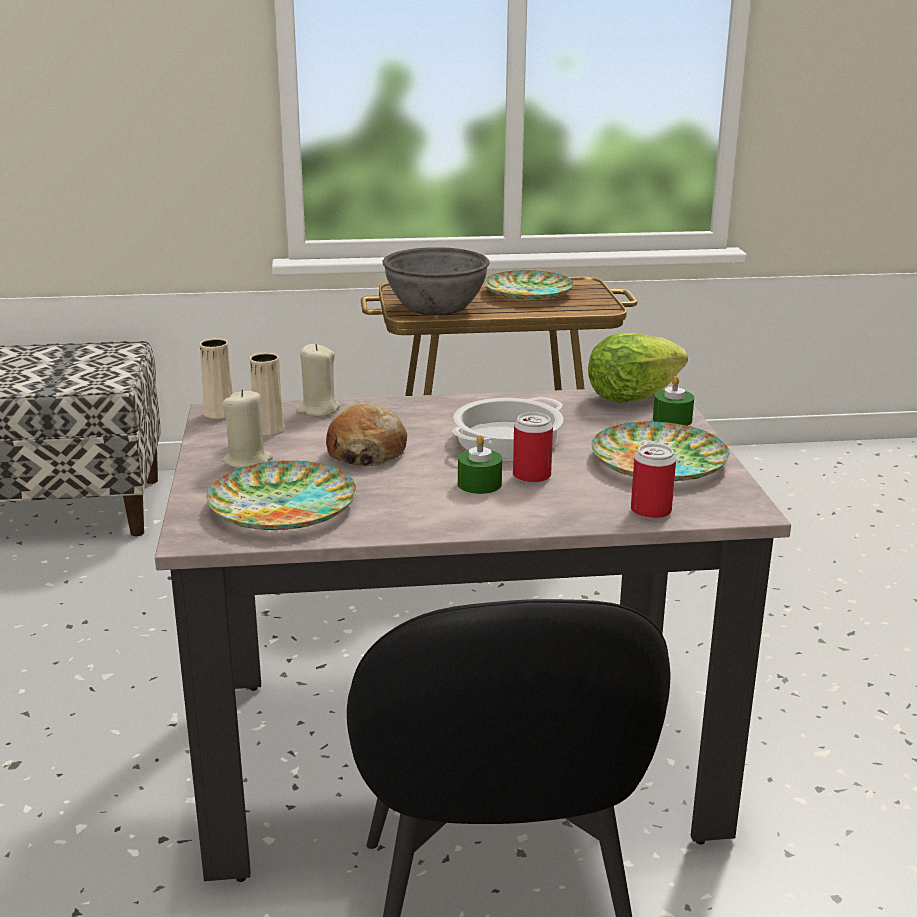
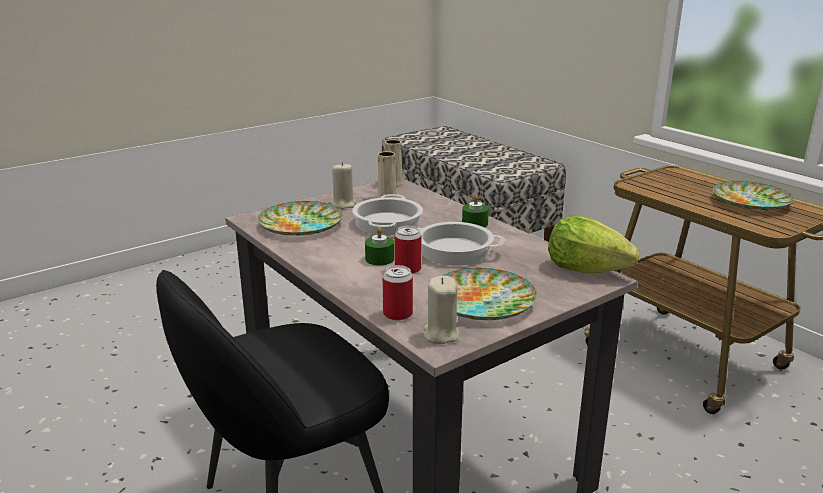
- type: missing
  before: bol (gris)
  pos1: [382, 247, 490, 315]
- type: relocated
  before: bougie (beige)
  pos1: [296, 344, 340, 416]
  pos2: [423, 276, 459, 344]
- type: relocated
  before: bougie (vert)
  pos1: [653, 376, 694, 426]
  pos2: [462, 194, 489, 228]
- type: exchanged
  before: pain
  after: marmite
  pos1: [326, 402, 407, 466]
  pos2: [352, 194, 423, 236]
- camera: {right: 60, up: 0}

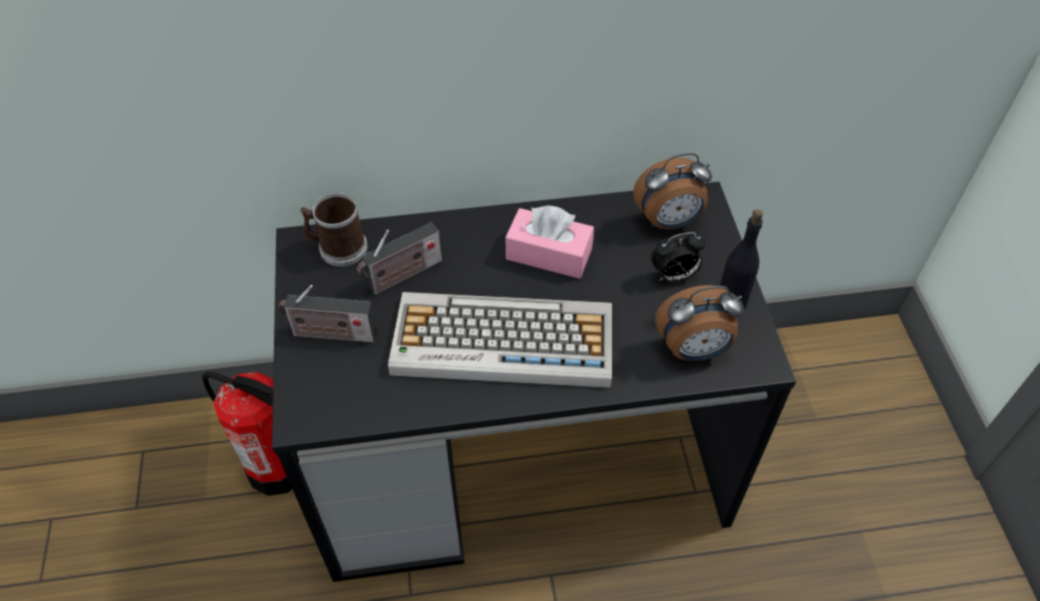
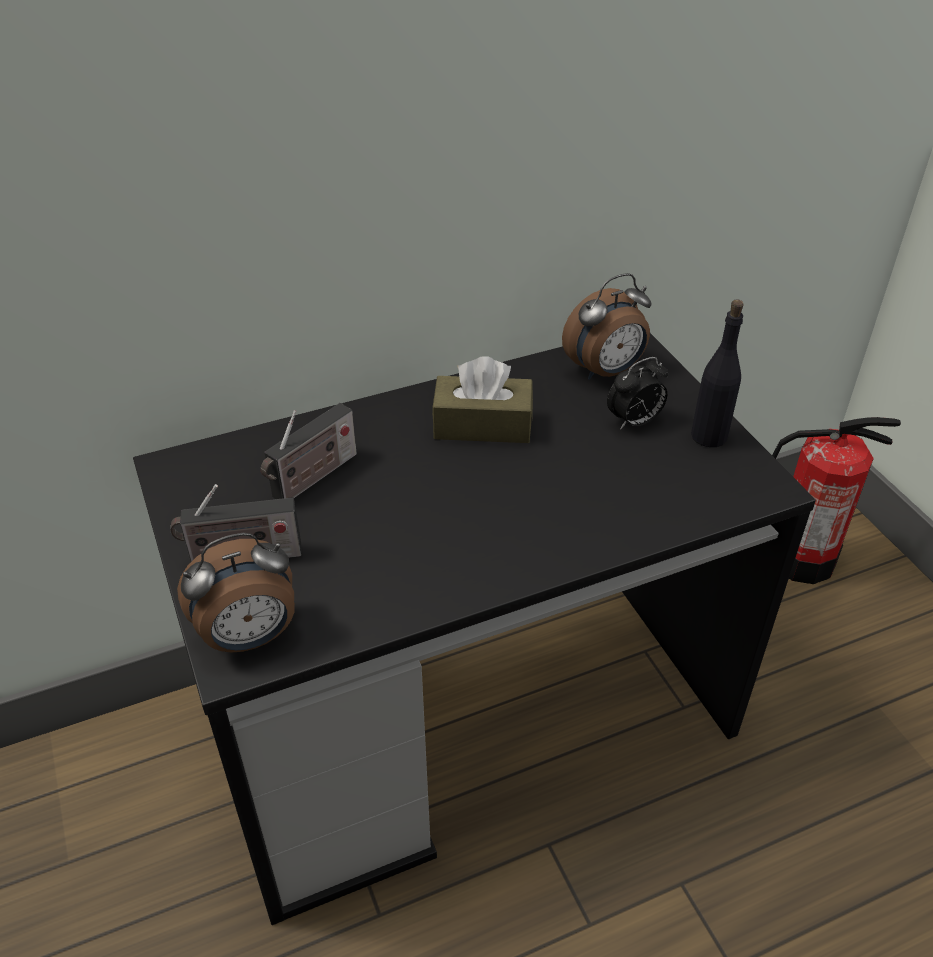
- type: missing
  before: mug
  pos1: [300, 193, 368, 267]
- type: colour
  before: boîte à mouchoirs (rose)
  after: boîte à mouchoirs (marron)
  pos1: [506, 205, 594, 279]
  pos2: [432, 356, 533, 443]
- type: relocated
  before: réveil
  pos1: [655, 285, 744, 361]
  pos2: [177, 533, 295, 652]
- type: missing
  before: clavier
  pos1: [388, 292, 612, 388]
- type: relocated
  before: extincteur
  pos1: [202, 372, 292, 496]
  pos2: [772, 417, 901, 584]
- camera: {right: -15, up: -10}

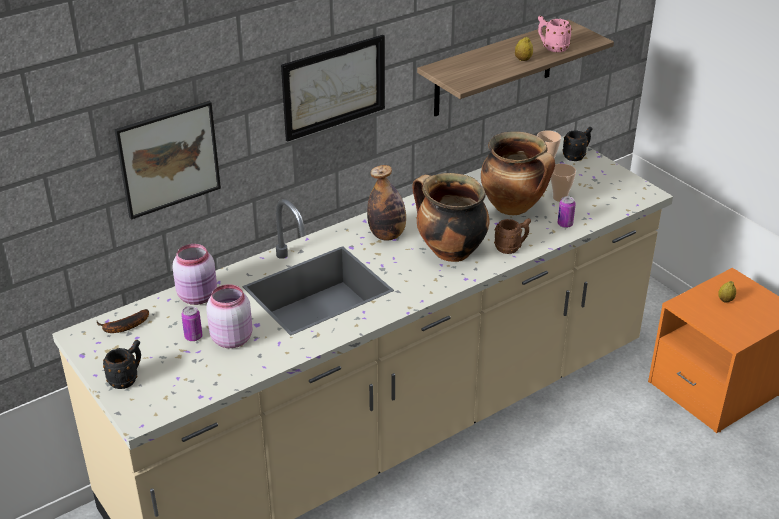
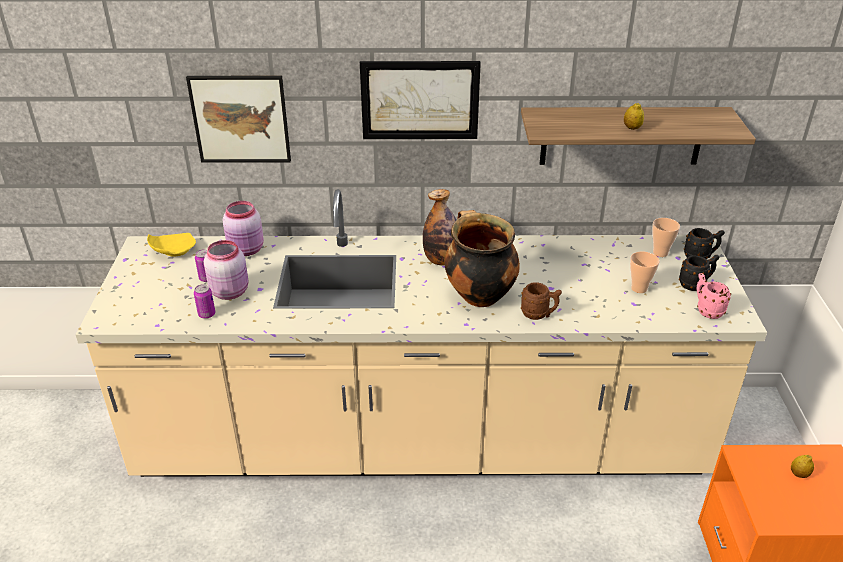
- type: relocated
  before: mug (rose)
  pos1: [538, 16, 572, 52]
  pos2: [697, 273, 731, 319]
- type: missing
  before: marmite
  pos1: [481, 131, 555, 215]
- type: relocated
  before: boîte métallique
  pos1: [558, 196, 576, 228]
  pos2: [194, 284, 215, 319]
- type: exchanged
  before: banane
  after: assiette (jaune)
  pos1: [97, 309, 149, 333]
  pos2: [147, 233, 196, 257]
- type: relocated
  before: mug (noir)
  pos1: [103, 340, 141, 389]
  pos2: [679, 255, 719, 291]
- camera: {right: 35, up: 0}

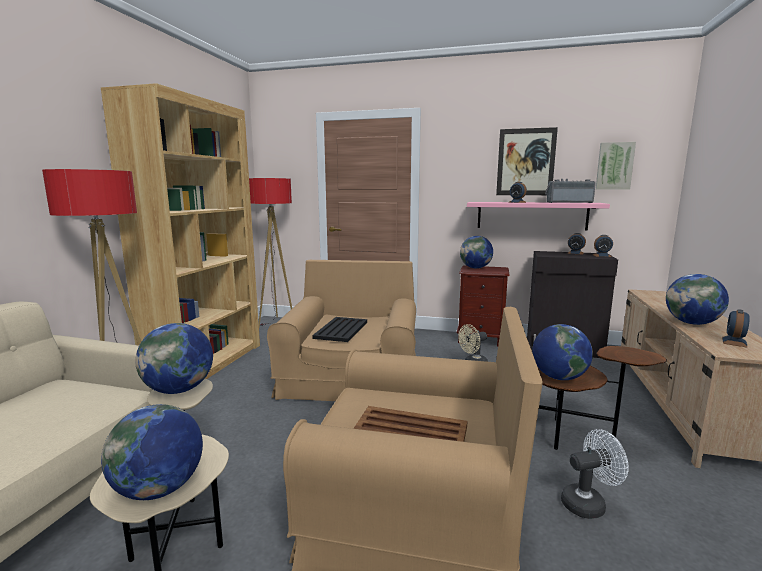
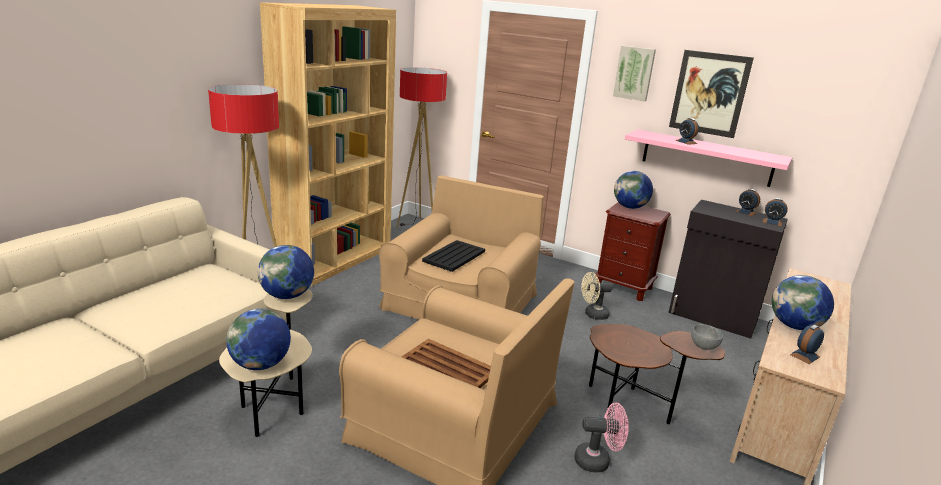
- type: relocated
  before: tableau
  pos1: [595, 142, 636, 190]
  pos2: [613, 46, 656, 101]
- type: missing
  before: radio
  pos1: [545, 179, 596, 203]
- type: missing
  before: globe
  pos1: [532, 324, 593, 380]
- type: colour
  before: ventilateur (blanc)
  after: ventilateur (rose)
  pos1: [561, 429, 629, 519]
  pos2: [574, 403, 629, 473]
- type: appeared
  after: bol (gris)
  pos2: [691, 324, 723, 350]
- camera: {right: 15, up: 10}

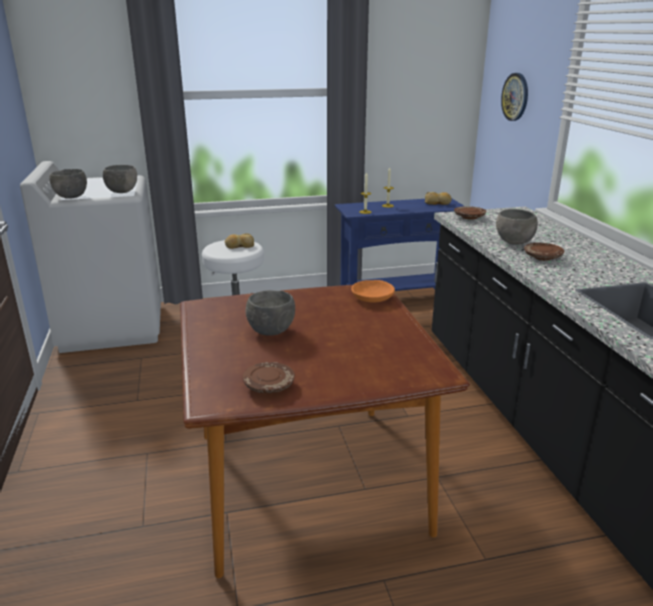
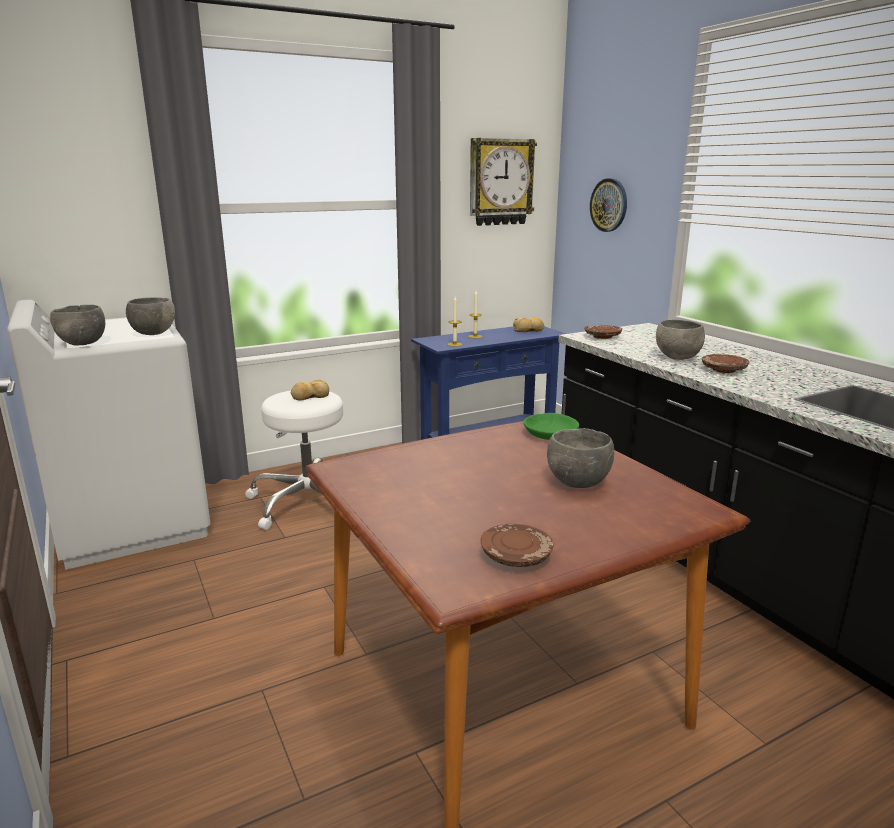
- type: colour
  before: bol (orange)
  after: bol (vert)
  pos1: [351, 280, 395, 303]
  pos2: [524, 413, 579, 440]
- type: relocated
  before: bol (gris)
  pos1: [246, 290, 295, 336]
  pos2: [547, 428, 614, 488]
- type: appeared
  after: horloge murale
  pos2: [470, 138, 537, 226]
- camera: {right: -15, up: -5}

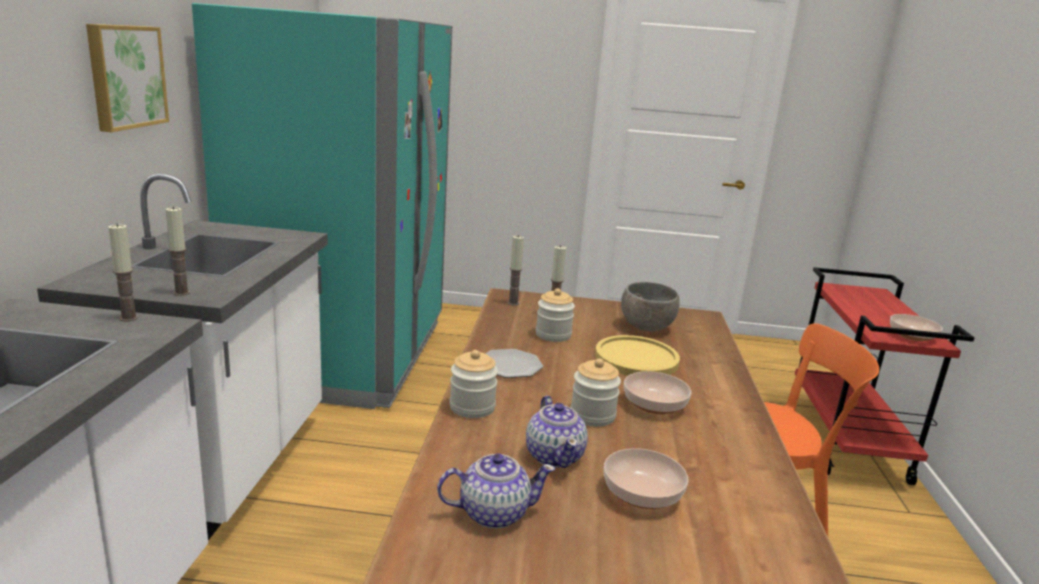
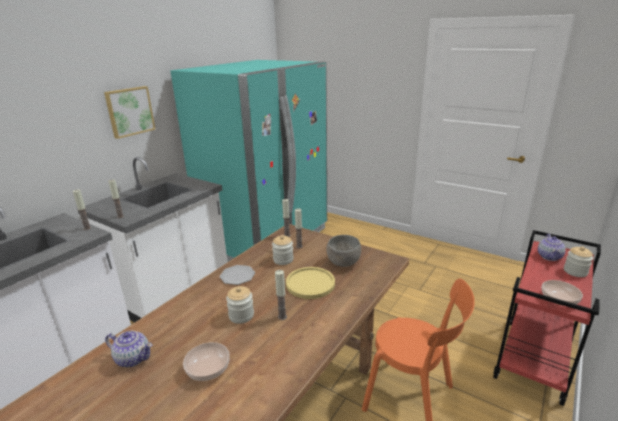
- type: relocated
  before: bocal
  pos1: [450, 350, 498, 418]
  pos2: [564, 247, 593, 277]
- type: exchanged
  before: bol
  after: bougie
  pos1: [624, 371, 691, 414]
  pos2: [275, 270, 287, 320]
- type: relocated
  before: théière
  pos1: [526, 396, 588, 468]
  pos2: [538, 234, 566, 261]
- camera: {right: 30, up: 5}

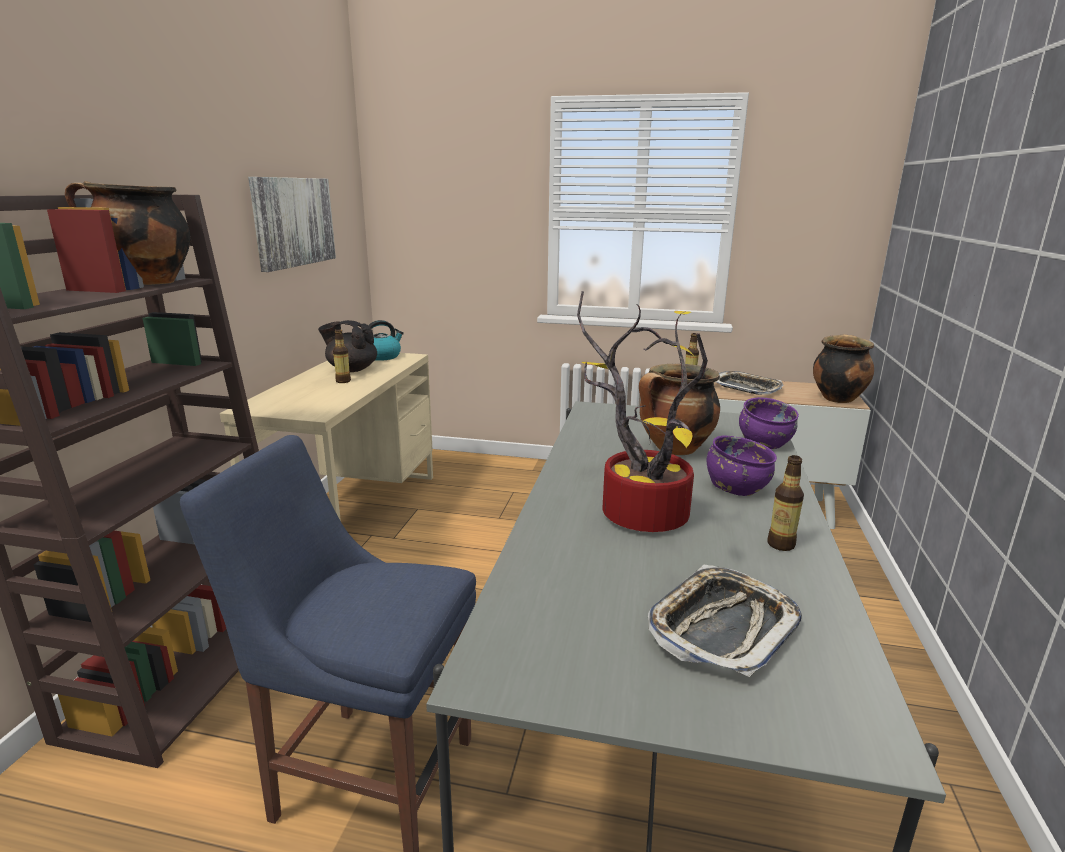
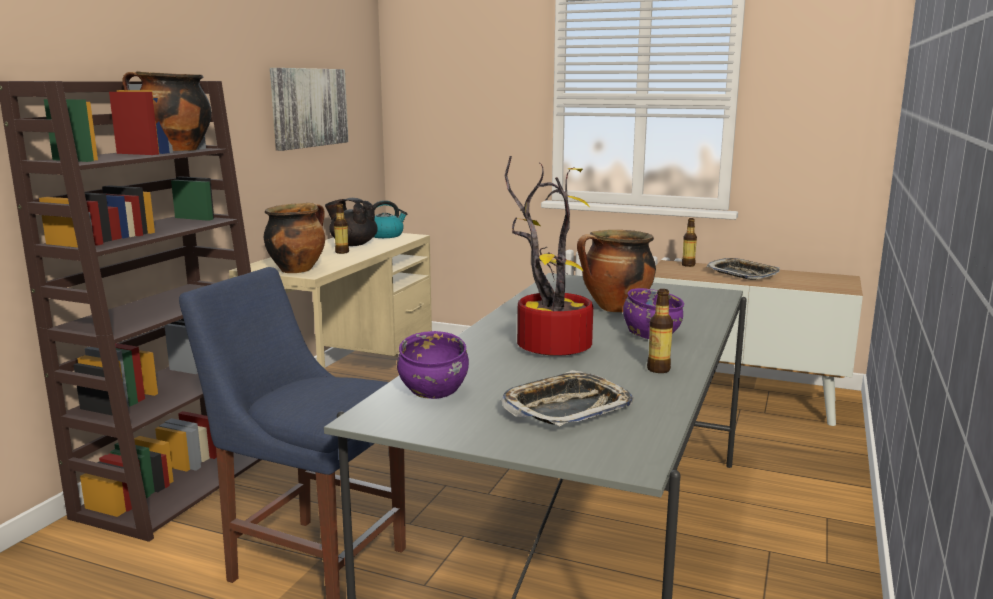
- type: relocated
  before: marmite
  pos1: [813, 334, 874, 403]
  pos2: [264, 203, 325, 273]
- type: relocated
  before: bol (violet)
  pos1: [739, 397, 799, 449]
  pos2: [397, 331, 469, 399]
- camera: {right: 10, up: -5}

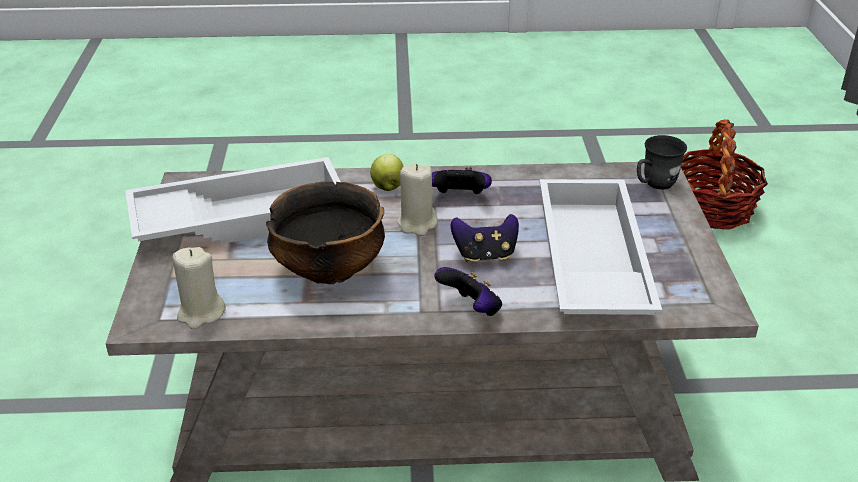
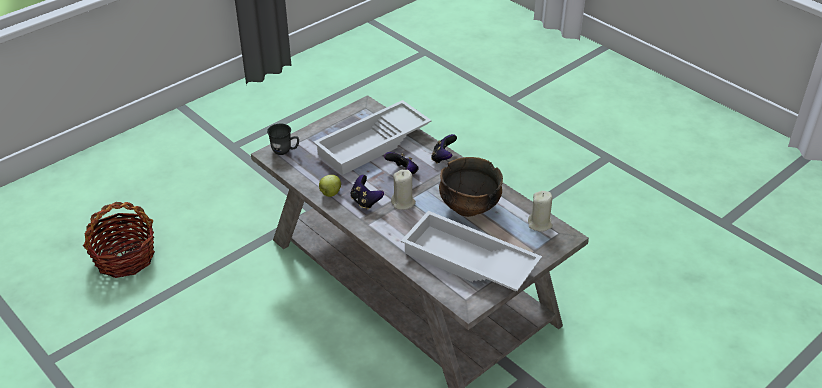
- type: relocated
  before: pomme
  pos1: [370, 154, 404, 191]
  pos2: [319, 175, 341, 197]
- camera: {right: -130, up: 5}

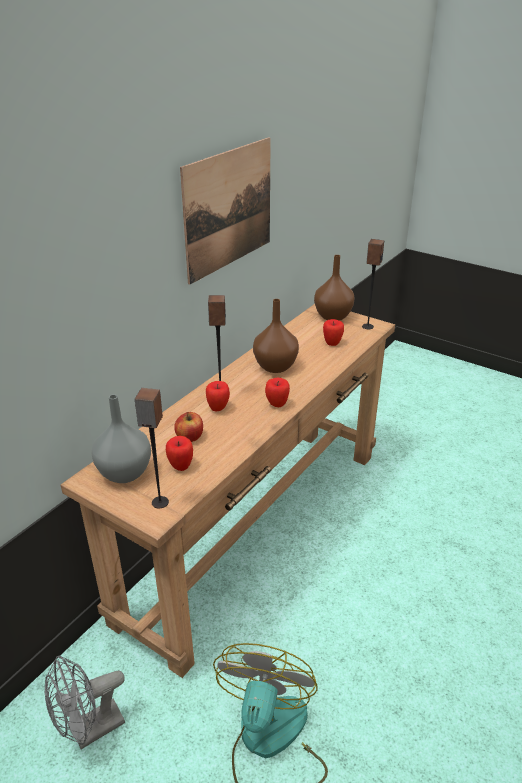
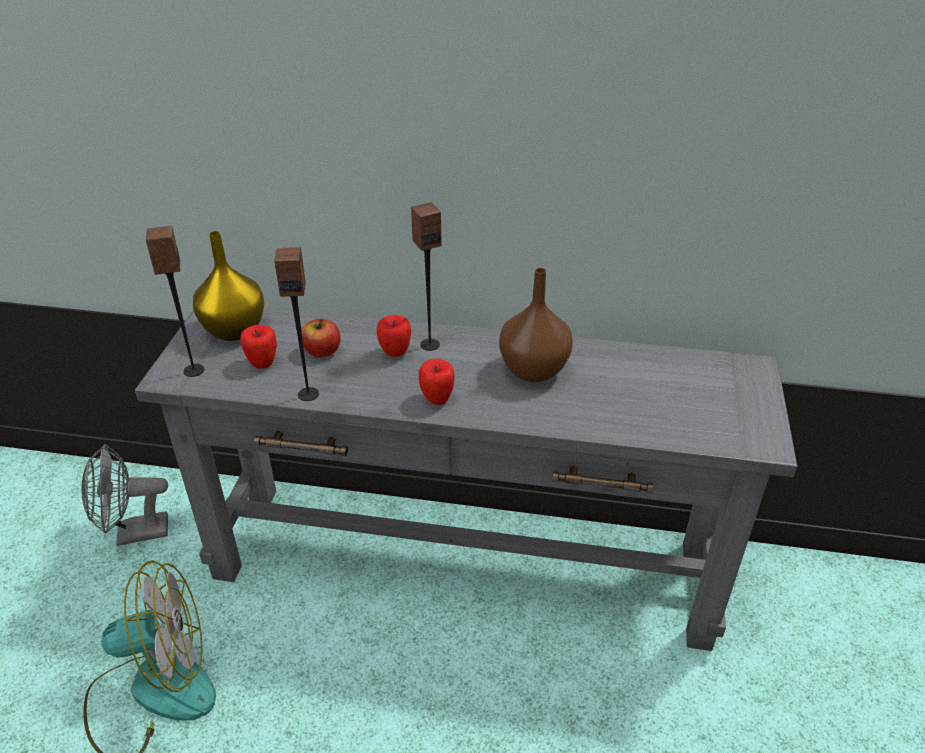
- type: missing
  before: tableau
  pos1: [180, 137, 271, 284]
- type: relocated
  before: enceinte
  pos1: [362, 239, 384, 329]
  pos2: [274, 247, 319, 401]
- type: missing
  before: vase (marron)
  pos1: [314, 255, 355, 321]
- type: colour
  before: table console (marron)
  after: table console (gris)
  pos1: [61, 304, 395, 678]
  pos2: [135, 306, 797, 651]
- type: missing
  before: pomme
  pos1: [323, 319, 344, 346]
- type: colour
  before: vase (gris)
  after: vase (jaune)
  pos1: [92, 394, 151, 483]
  pos2: [193, 231, 264, 341]
- type: spun
  before: ventilateur (gris)
  pos1: [45, 655, 125, 749]
  pos2: [81, 444, 168, 546]
  turn: -45
- camera: {right: 65, up: 5}

